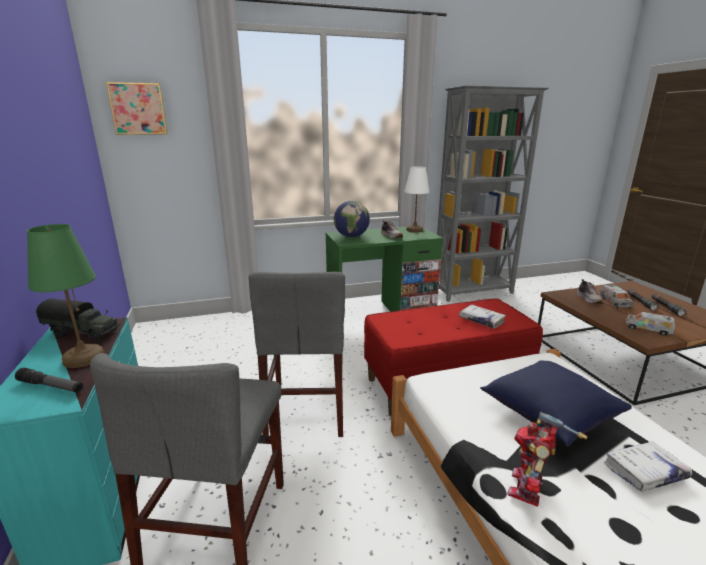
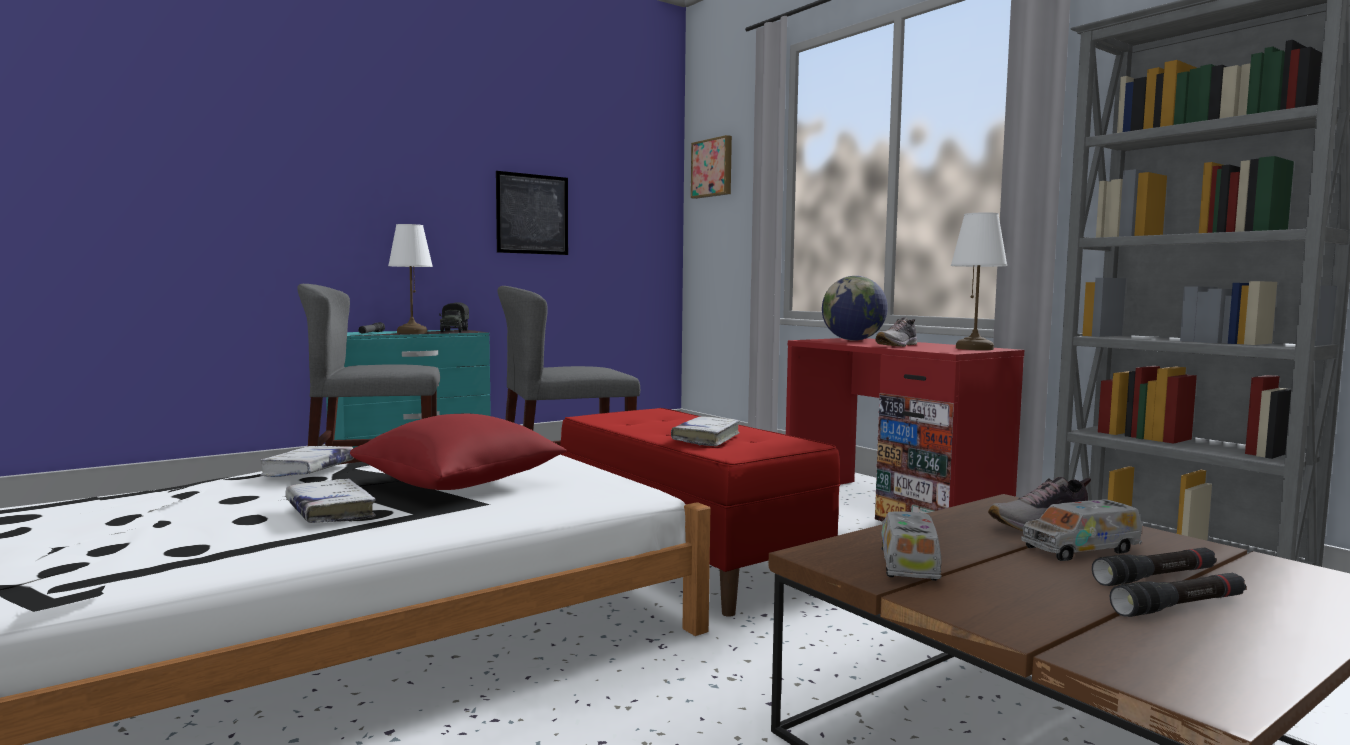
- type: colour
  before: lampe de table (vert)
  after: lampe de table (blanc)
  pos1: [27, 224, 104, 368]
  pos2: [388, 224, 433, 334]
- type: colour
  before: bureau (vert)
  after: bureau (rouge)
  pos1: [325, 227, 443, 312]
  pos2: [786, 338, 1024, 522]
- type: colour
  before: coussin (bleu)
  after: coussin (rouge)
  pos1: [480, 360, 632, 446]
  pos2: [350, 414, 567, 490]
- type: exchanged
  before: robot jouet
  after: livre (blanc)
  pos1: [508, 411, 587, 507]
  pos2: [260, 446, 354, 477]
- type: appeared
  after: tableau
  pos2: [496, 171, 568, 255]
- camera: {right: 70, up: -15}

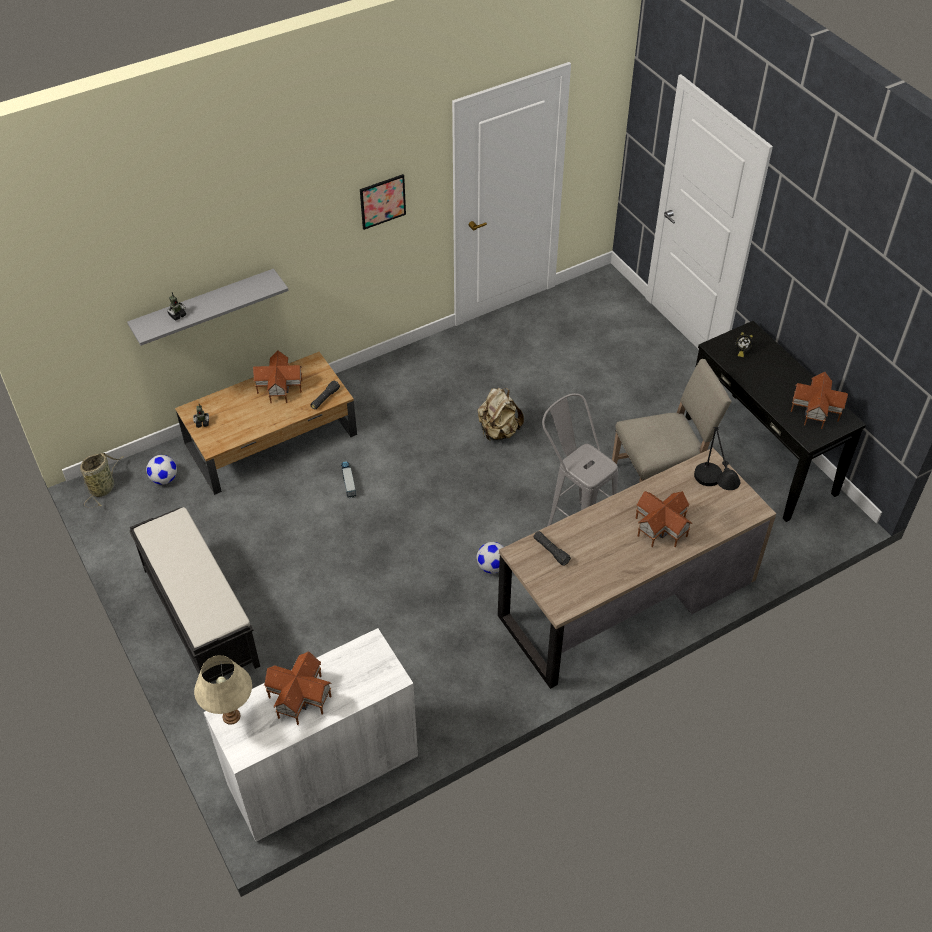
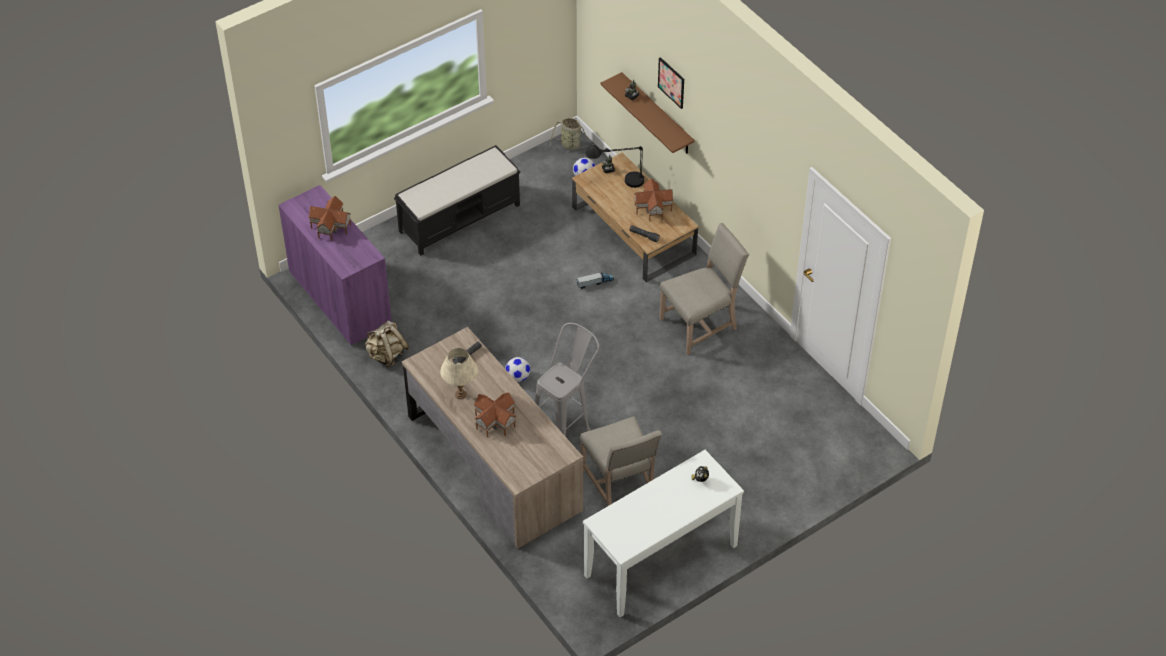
- type: relocated
  before: tableau
  pos1: [360, 174, 406, 230]
  pos2: [658, 57, 684, 109]
- type: colour
  before: étagère (gris)
  after: étagère (marron)
  pos1: [127, 269, 289, 346]
  pos2: [600, 72, 695, 154]
- type: colour
  before: table console (noir)
  after: table console (blanc)
  pos1: [686, 321, 866, 522]
  pos2: [583, 450, 744, 617]
- type: missing
  before: maison miniature
  pos1: [791, 372, 848, 429]
- type: relocated
  before: sac à dos (beige)
  pos1: [477, 388, 524, 440]
  pos2: [364, 321, 409, 368]
- type: relocated
  before: lampe de table (noir)
  pos1: [694, 427, 740, 490]
  pos2: [586, 145, 644, 188]
- type: colour
  before: meuble de rangement (blanc)
  after: meuble de rangement (violet)
  pos1: [204, 628, 418, 842]
  pos2: [278, 185, 392, 346]
- type: relocated
  before: lampe de table (beige)
  pos1: [194, 655, 252, 725]
  pos2: [440, 348, 478, 399]
- type: appeared
  after: chaise (beige)
  pos2: [659, 223, 749, 355]
- camera: {right: 85, up: 0}

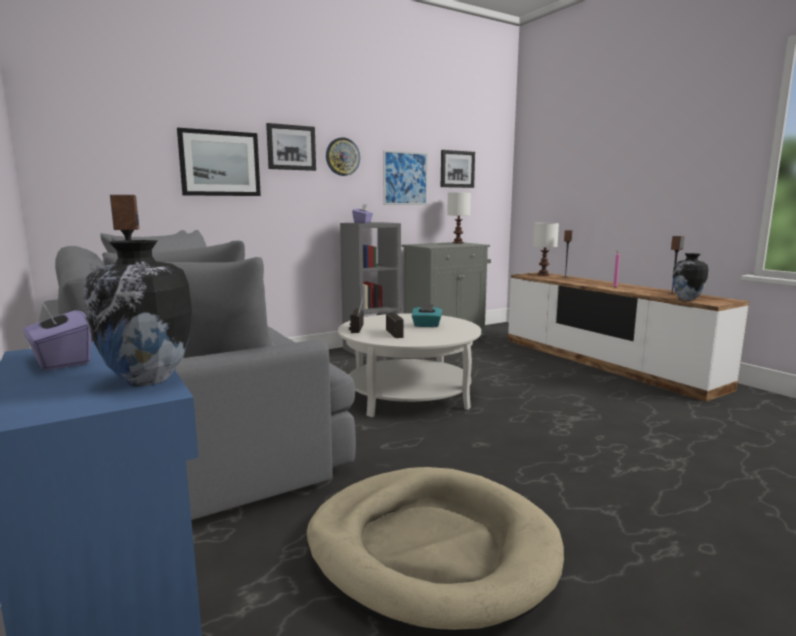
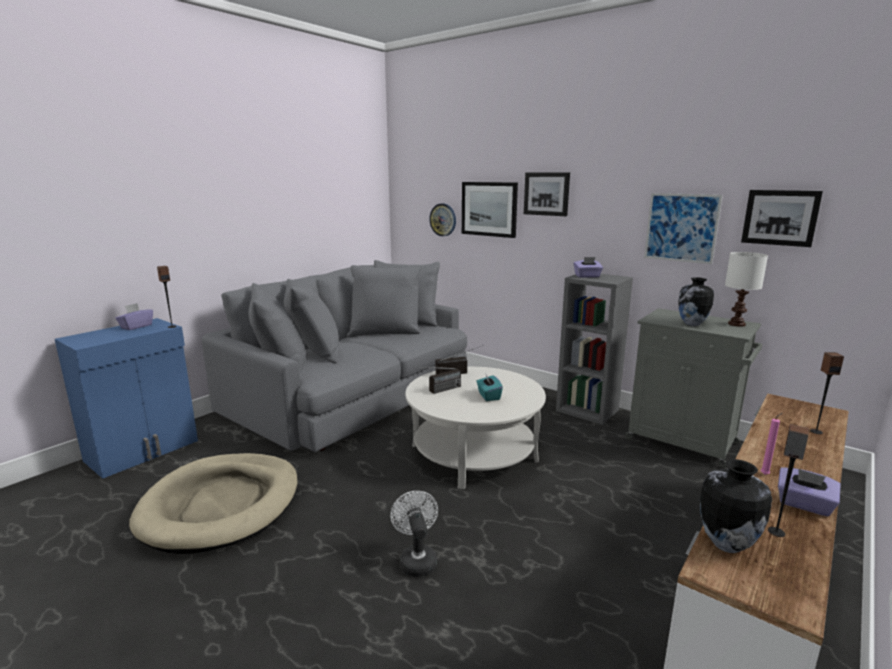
- type: relocated
  before: horloge murale
  pos1: [326, 137, 360, 176]
  pos2: [429, 203, 456, 236]
- type: missing
  before: lampe de table (blanc)
  pos1: [533, 223, 559, 276]
- type: relocated
  before: vase
  pos1: [83, 240, 192, 386]
  pos2: [678, 277, 714, 326]
- type: appeared
  after: boîte à mouchoirs (violet)
  pos2: [778, 468, 841, 516]
- type: appeared
  after: ventilateur (blanc)
  pos2: [390, 491, 438, 577]
- camera: {right: 70, up: 5}

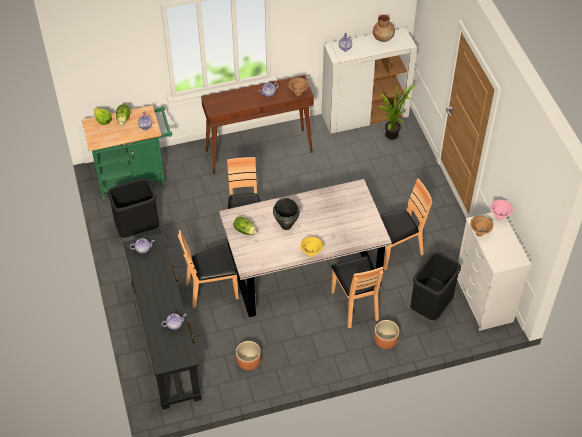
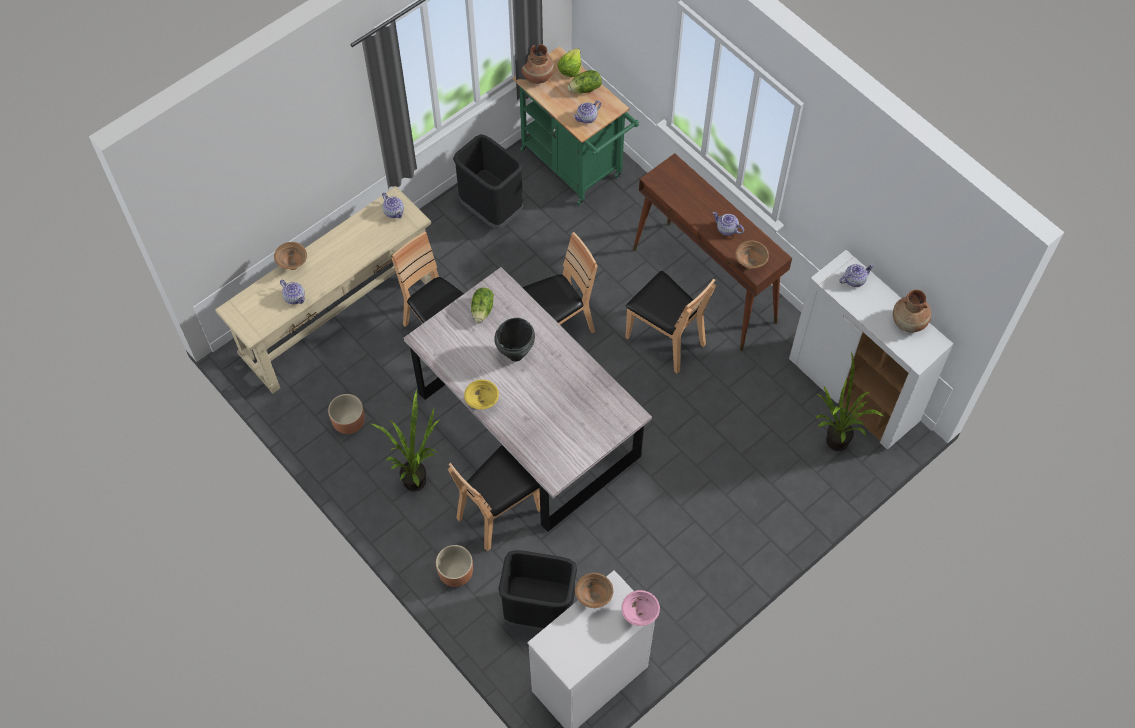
- type: relocated
  before: chaise (marron)
  pos1: [380, 179, 432, 271]
  pos2: [625, 271, 716, 373]
- type: colour
  before: table console (noir)
  after: table console (beige)
  pos1: [123, 233, 202, 409]
  pos2: [215, 186, 432, 393]
- type: appeared
  after: vase (marron)
  pos2: [521, 44, 554, 84]
- type: appeared
  after: bol (marron)
  pos2: [274, 242, 307, 270]
- type: appeared
  after: plante en pot
  pos2: [369, 390, 441, 492]
- camera: {right: 65, up: 10}

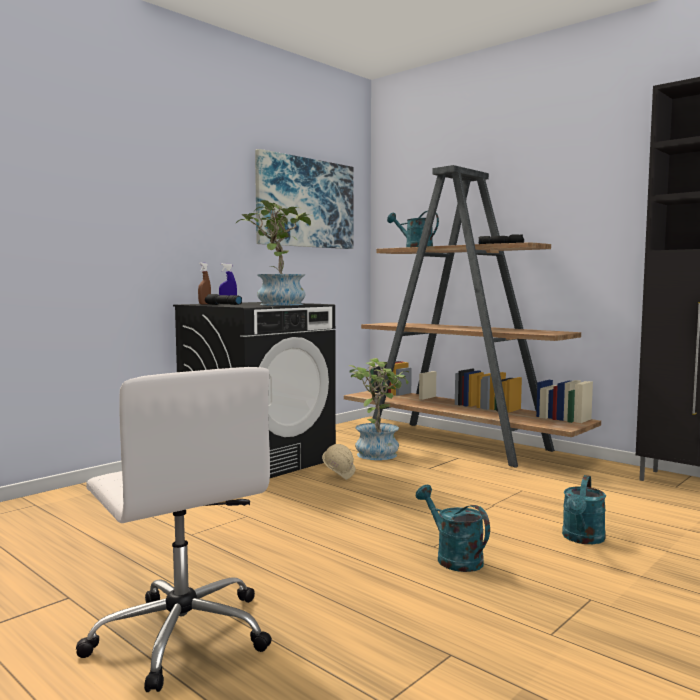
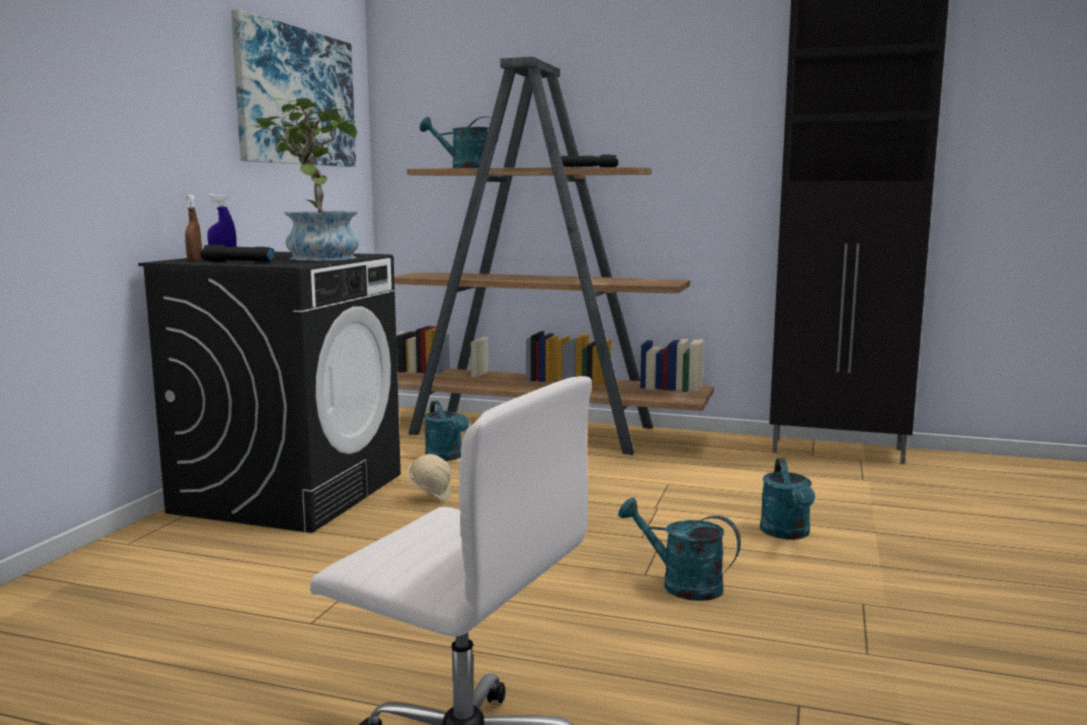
- type: exchanged
  before: plante en pot
  after: arrosoir (turquoise)
  pos1: [349, 358, 409, 460]
  pos2: [424, 401, 469, 461]
- camera: {right: -25, up: 5}

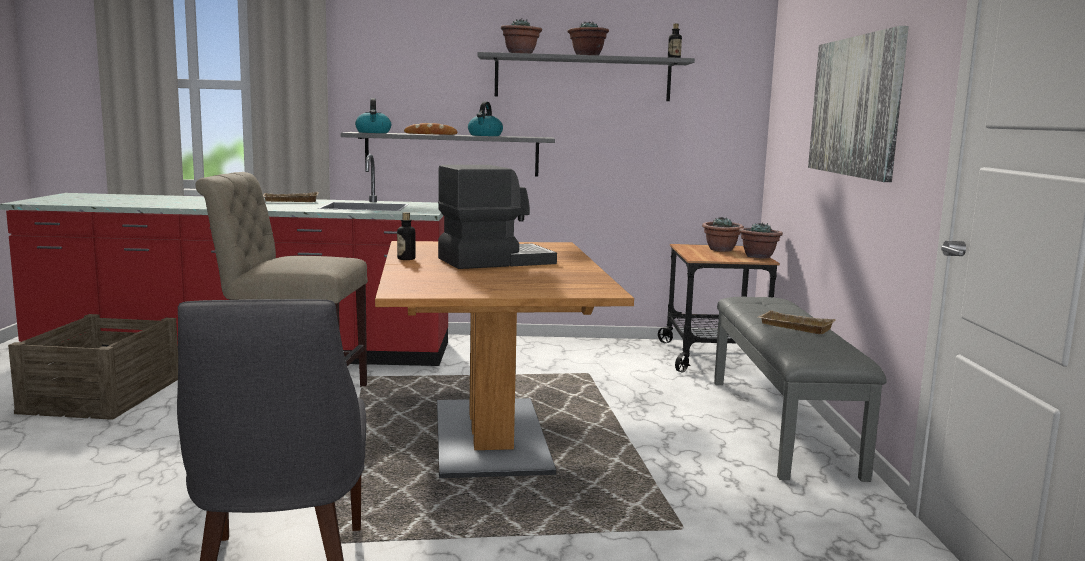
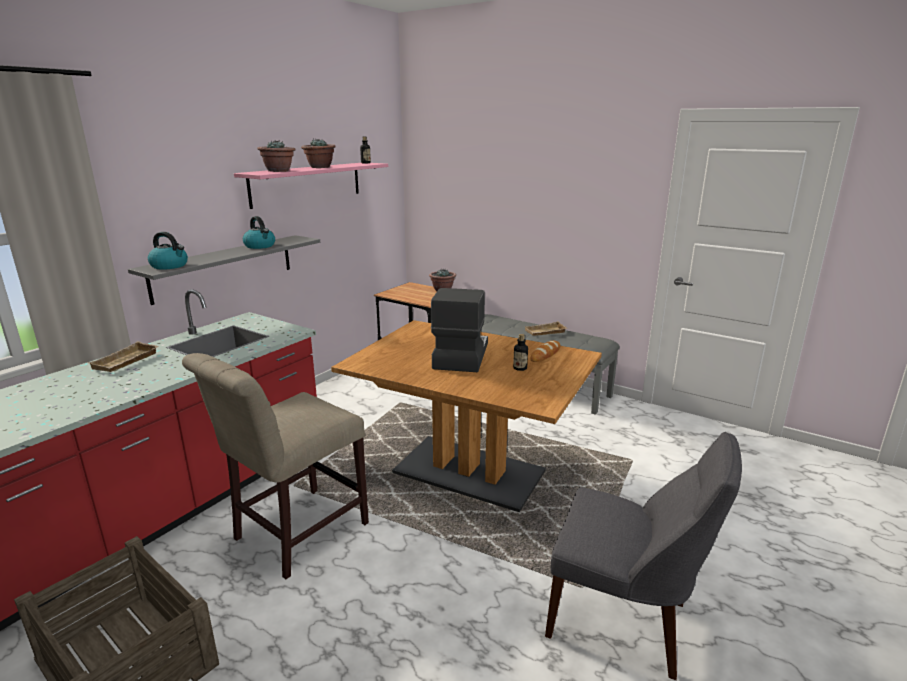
- type: missing
  before: tableau
  pos1: [808, 26, 909, 182]
- type: colour
  before: étagère (gris)
  after: étagère (rose)
  pos1: [477, 52, 695, 101]
  pos2: [234, 163, 388, 209]
- type: relocated
  before: pain
  pos1: [404, 123, 457, 135]
  pos2: [530, 341, 560, 362]
- type: relocated
  before: bouteille
  pos1: [397, 212, 416, 260]
  pos2: [513, 334, 528, 371]
- type: missing
  before: plante en pot
  pos1: [702, 217, 744, 252]
- camera: {right: -55, up: 10}

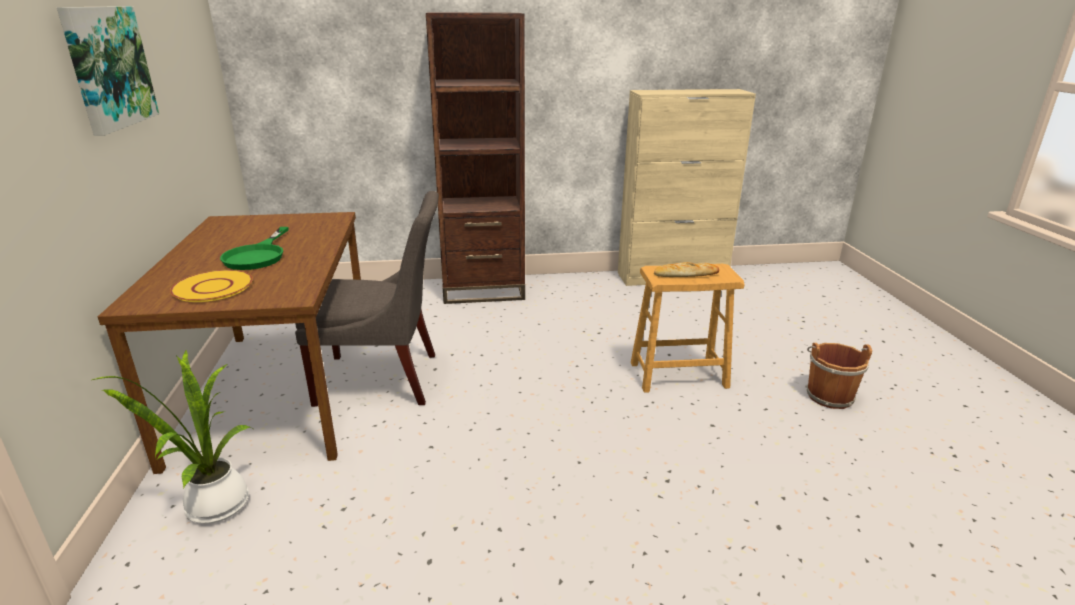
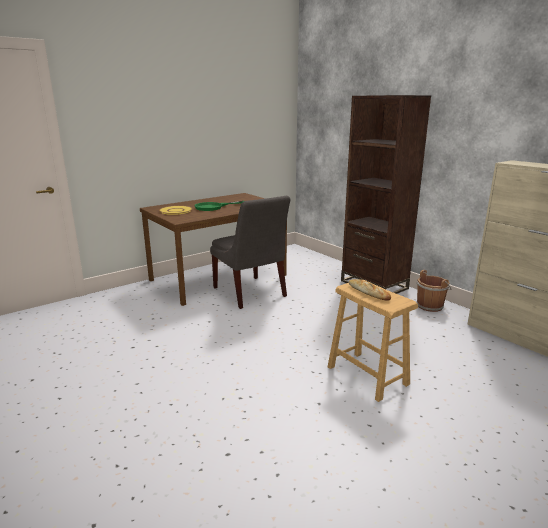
- type: missing
  before: tableau
  pos1: [57, 6, 159, 136]
- type: relocated
  before: seau (marron)
  pos1: [805, 343, 872, 409]
  pos2: [416, 270, 452, 312]
- type: missing
  before: plante en pot
  pos1: [92, 349, 251, 524]
- camera: {right: 60, up: -5}

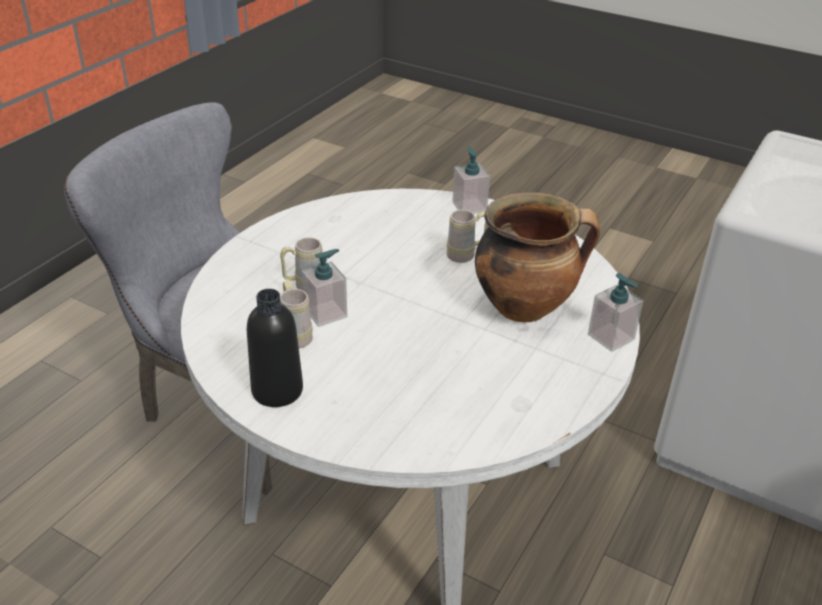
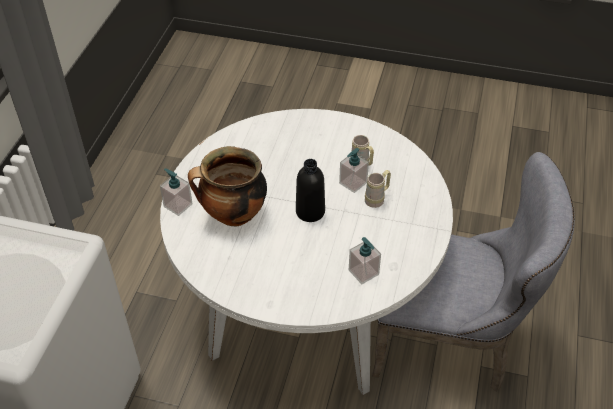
- type: relocated
  before: distributeur de savon
  pos1: [452, 147, 490, 214]
  pos2: [349, 237, 381, 284]
- type: missing
  before: mug (beige)
  pos1: [447, 210, 488, 263]
- type: relocated
  before: bouteille (noir)
  pos1: [247, 289, 303, 407]
  pos2: [296, 159, 325, 222]
- camera: {right: 165, up: 10}

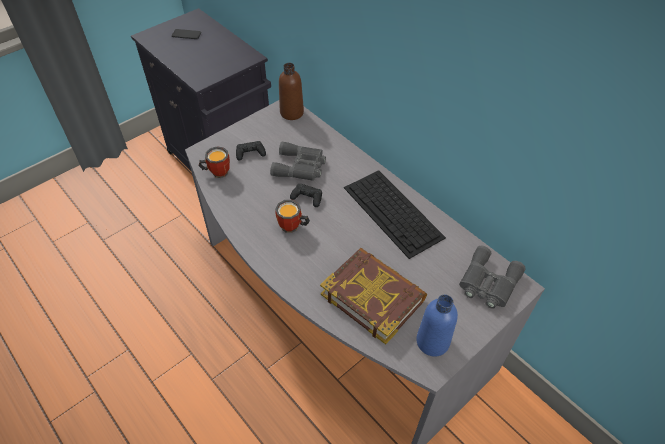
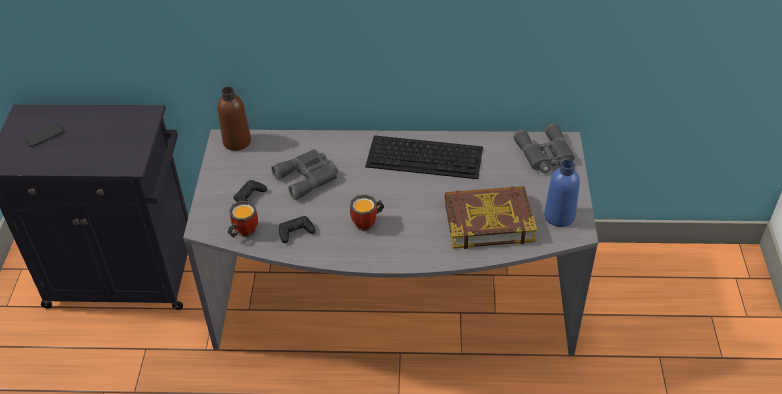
- type: relocated
  before: manette (noir)
  pos1: [290, 184, 322, 207]
  pos2: [279, 216, 316, 243]
- camera: {right: -45, up: -5}

